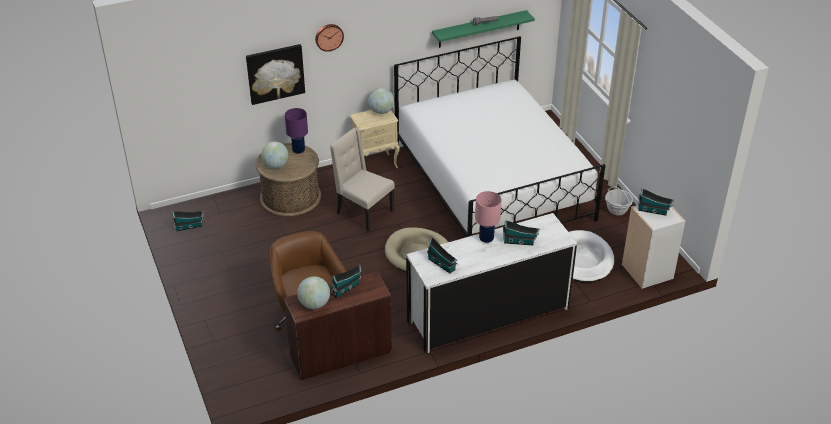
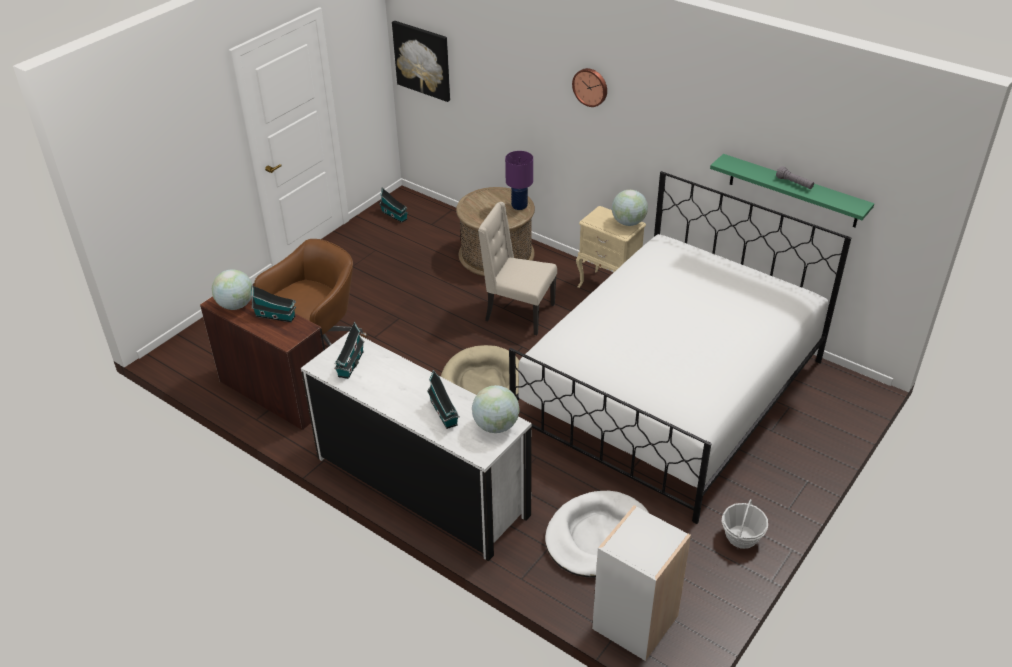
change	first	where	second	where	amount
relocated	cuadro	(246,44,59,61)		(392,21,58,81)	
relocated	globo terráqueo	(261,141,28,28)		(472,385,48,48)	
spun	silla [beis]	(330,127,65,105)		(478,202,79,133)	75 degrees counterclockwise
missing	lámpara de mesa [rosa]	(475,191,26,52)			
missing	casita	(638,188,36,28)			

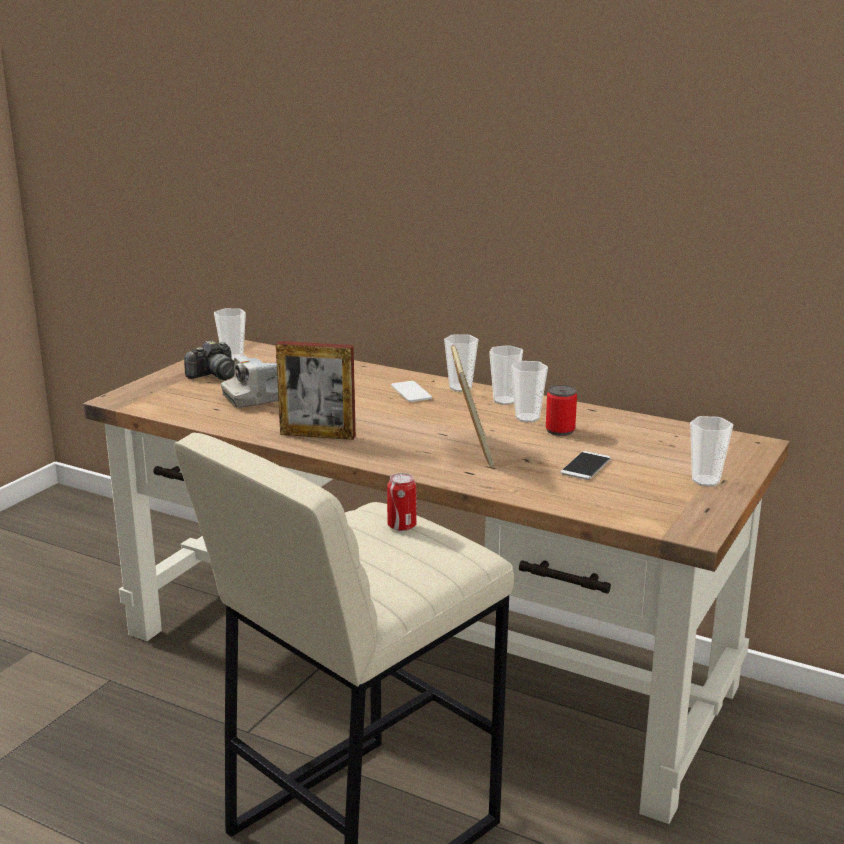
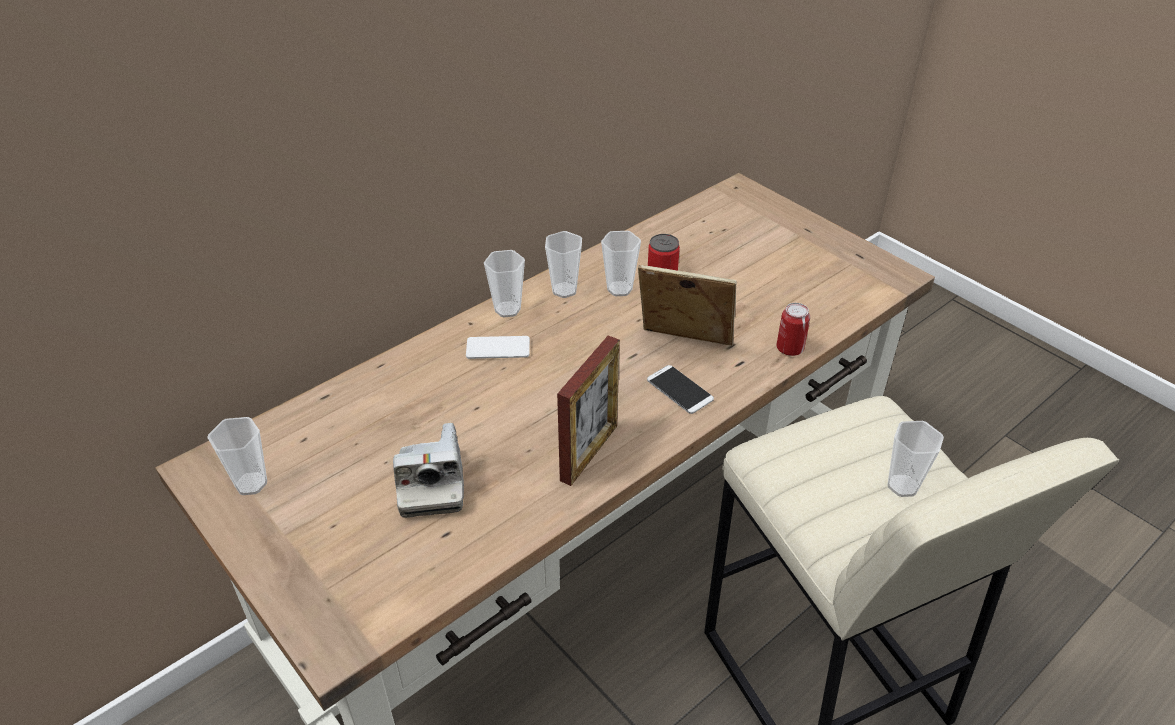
change	first	where	second	where	amount
missing	cámara	(184,340,51,40)			
relocated	lata	(387,473,30,58)		(776,303,34,53)	
relocated	móvil	(561,451,50,29)		(647,365,67,49)	
relocated	taza	(690,416,43,71)		(887,421,57,76)	

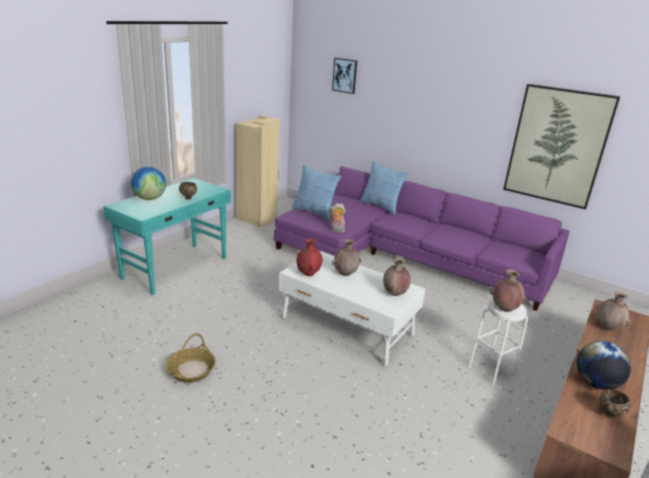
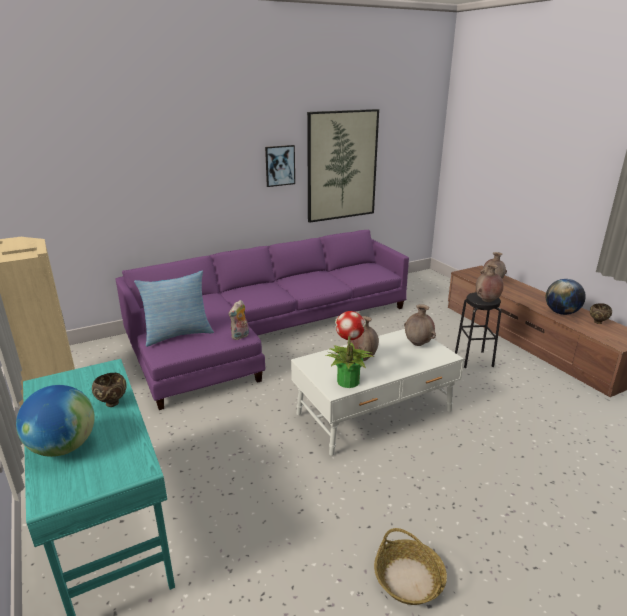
change	first	where	second	where	amount
exchanged	florero [rojo]	(297,239,26,37)	planta en maceta	(326,311,48,77)	
relocated	cuadro	(332,58,25,36)		(265,145,30,42)	
missing	cojín	(359,161,50,54)			
colour	taburete [blanco]	(468,299,60,86)	taburete [negro]	(455,292,46,76)	

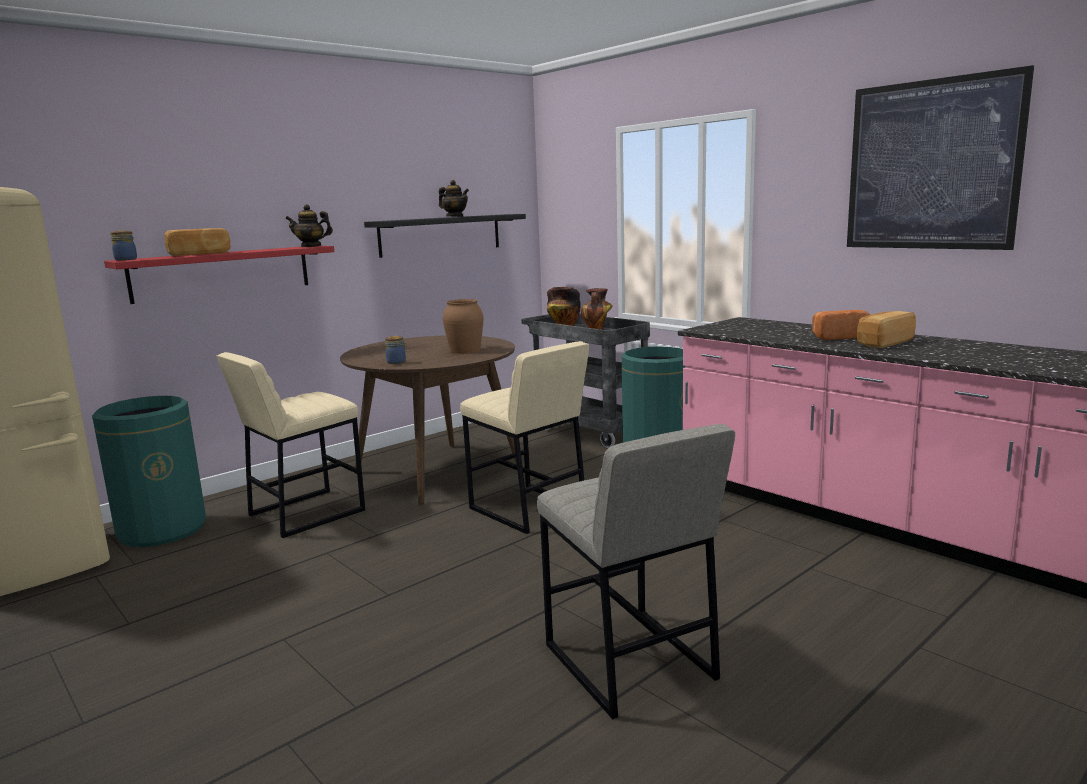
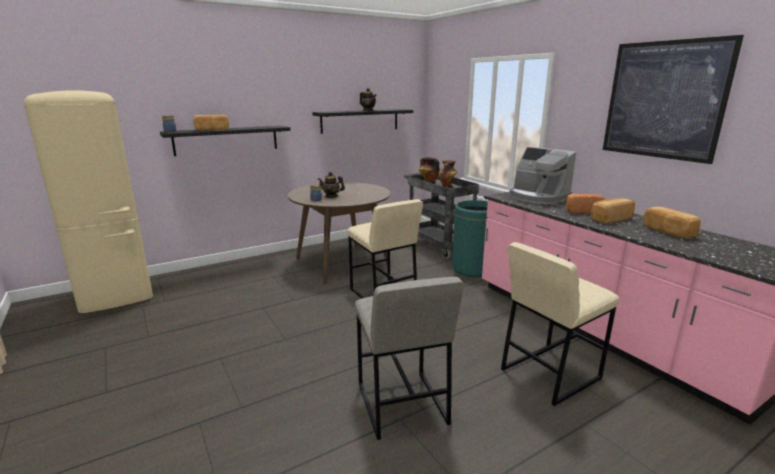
change	first	where	second	where	amount
missing	papelera [verde]	(92,396,114,151)			
colour	estante [rojo]	(104,246,231,58)	estante [negro]	(160,126,131,30)	
relocated	silla [beis]	(216,352,149,186)		(501,242,118,164)	
relocated	tetera	(286,204,47,43)		(318,172,27,26)	
missing	florero [marrón]	(443,299,41,55)			
appeared			cafetera	(510,147,66,57)	
appeared			pan	(643,206,58,32)	

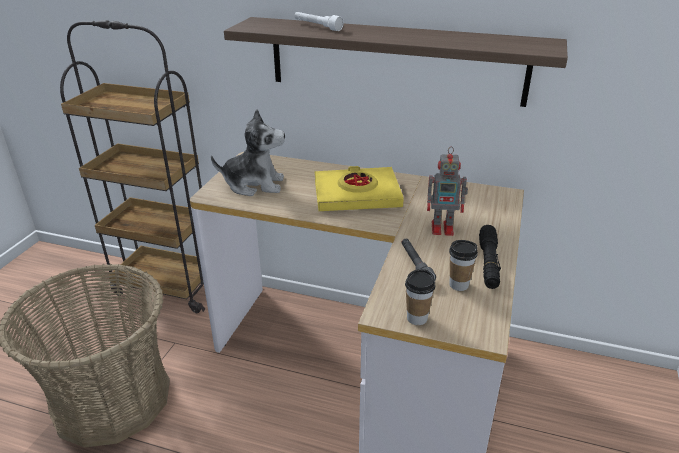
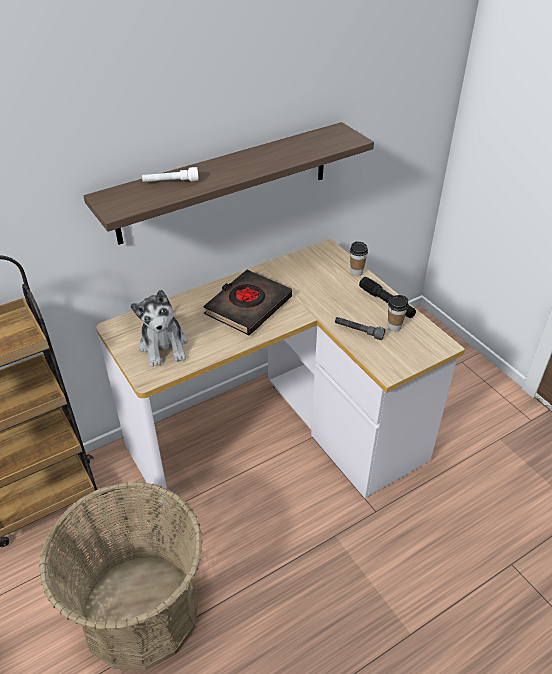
change	first	where	second	where	amount
spun	peluche	(211,109,74,87)		(130,289,58,78)	120 degrees clockwise
colour	libro [amarillo]	(315,166,89,45)	libro [negro]	(203,270,89,65)	
relocated	taza	(405,269,30,56)		(350,241,18,35)	
missing	robot de juguete	(427,146,41,90)			

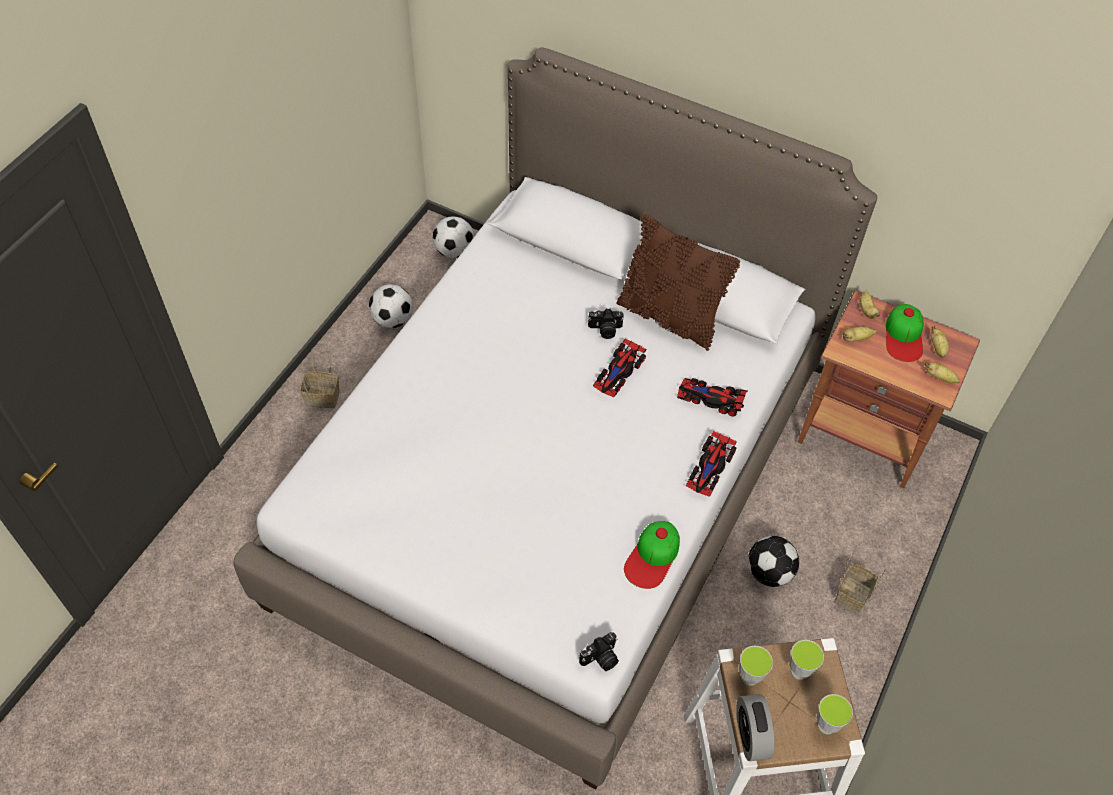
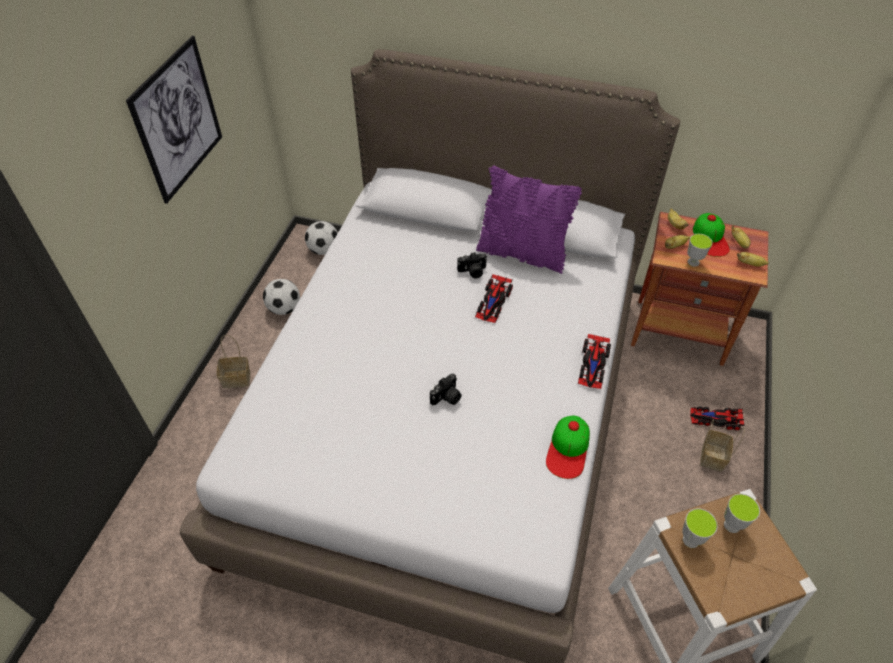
change	first	where	second	where	amount
relocated	cámara	(579,632,40,39)		(430,373,32,32)	
colour	cojín [marrón]	(617,214,123,137)	cojín [morado]	(476,165,106,109)	
relocated	coche de juguete	(677,378,70,38)		(690,406,55,24)	
missing	despertador	(736,694,38,67)			
missing	balón de fútbol	(748,536,51,51)			
relocated	taza	(817,694,36,40)		(687,234,26,33)	
appeared			cuadro	(126,36,96,168)	

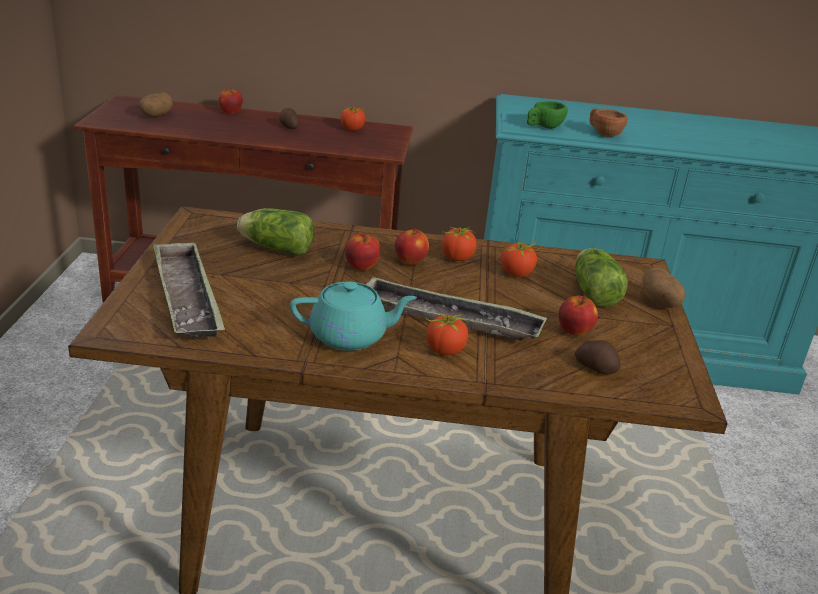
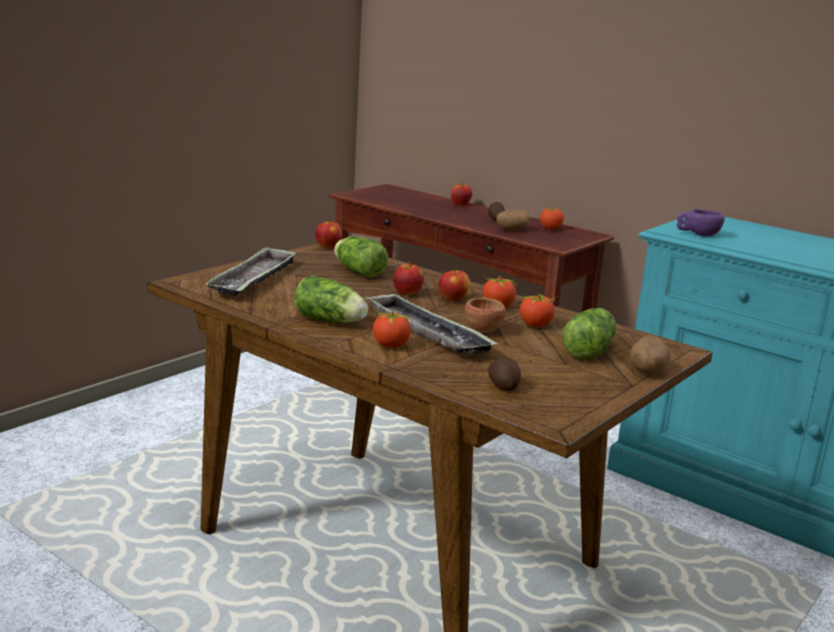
change	first	where	second	where	amount
relocated	patata	(139,92,34,25)		(496,210,34,21)	
exchanged	tetera [turquesa]	(290,281,127,70)	lechuga	(294,275,74,48)	
colour	taza [verde]	(527,101,41,28)	taza [morado]	(677,209,48,27)	
relocated	manzana	(559,296,39,40)		(315,219,27,29)	
relocated	taza [marrón]	(589,108,39,29)		(465,297,41,36)	

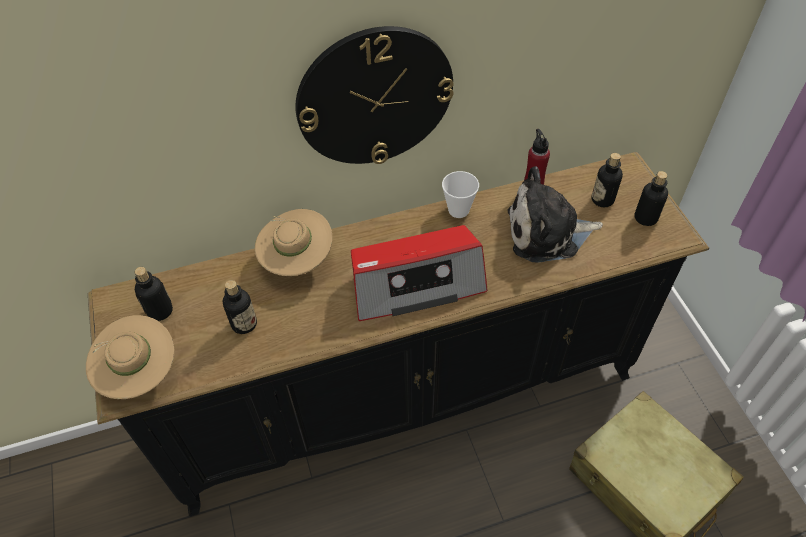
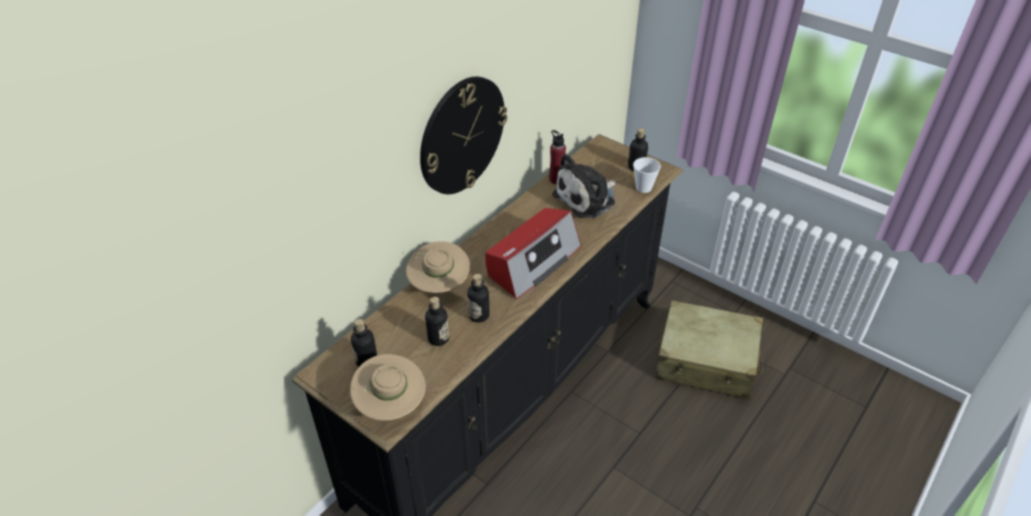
change	first	where	second	where	amount
relocated	taza	(442,171,37,47)		(633,157,28,36)	
relocated	botella	(591,153,32,54)		(467,274,23,49)	

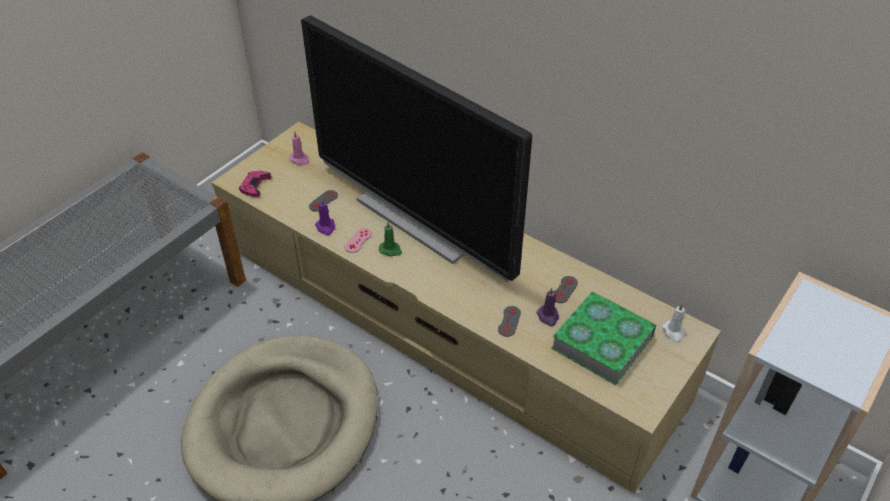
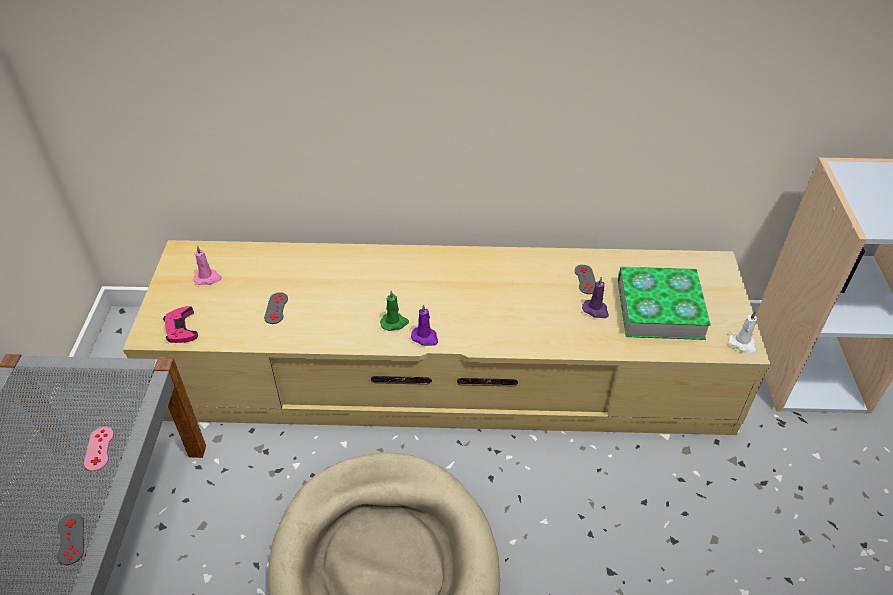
change	first	where	second	where	amount
missing	televisor	(301,15,231,267)			
relocated	vela [morado]	(315,199,20,36)		(411,304,27,42)	
relocated	mando de consola [rosa]	(345,228,27,25)		(84,427,30,44)	
relocated	mando de consola [gris]	(498,306,23,31)		(57,513,27,52)	
relocated	vela [blanco]	(662,304,23,39)		(729,311,28,43)	

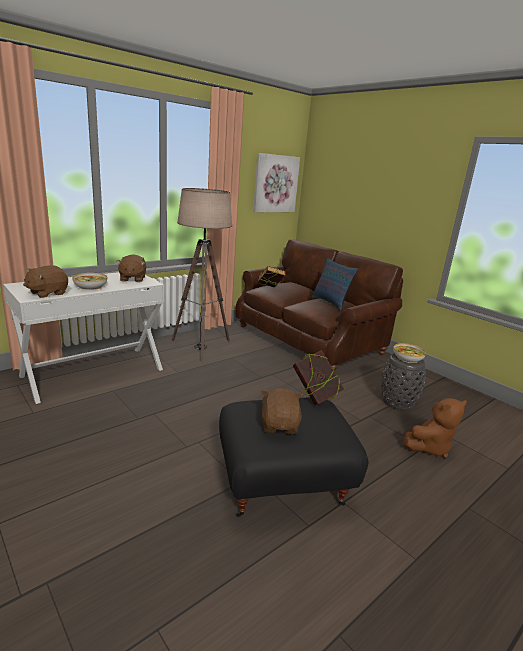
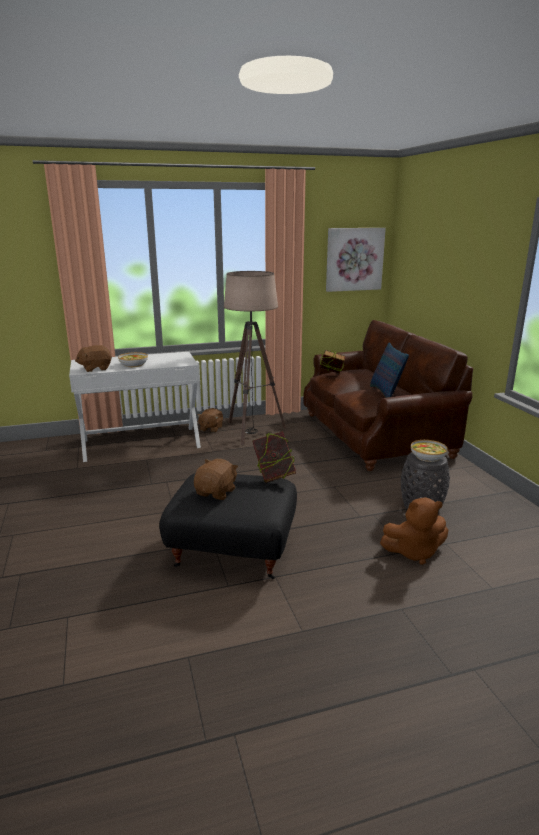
change	first	where	second	where	amount
relocated	peluche [marrón]	(116,254,30,28)		(197,408,26,24)	

